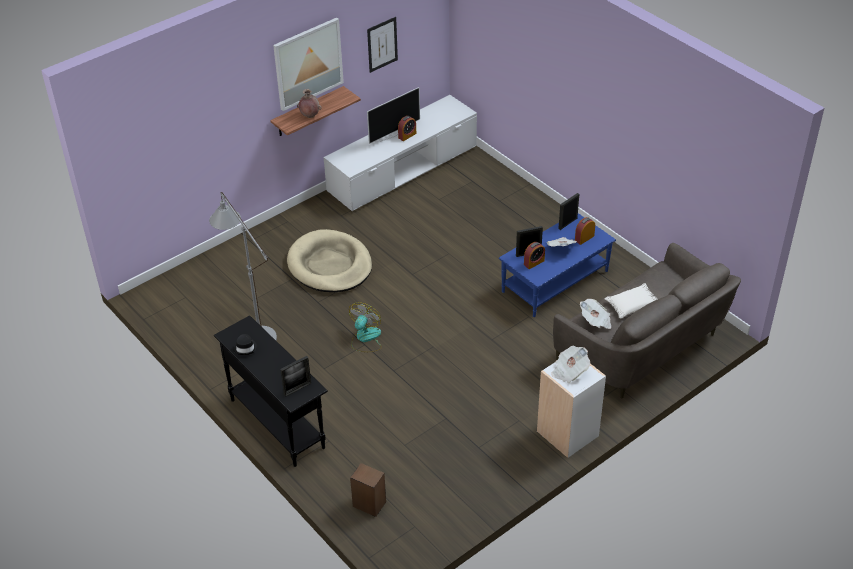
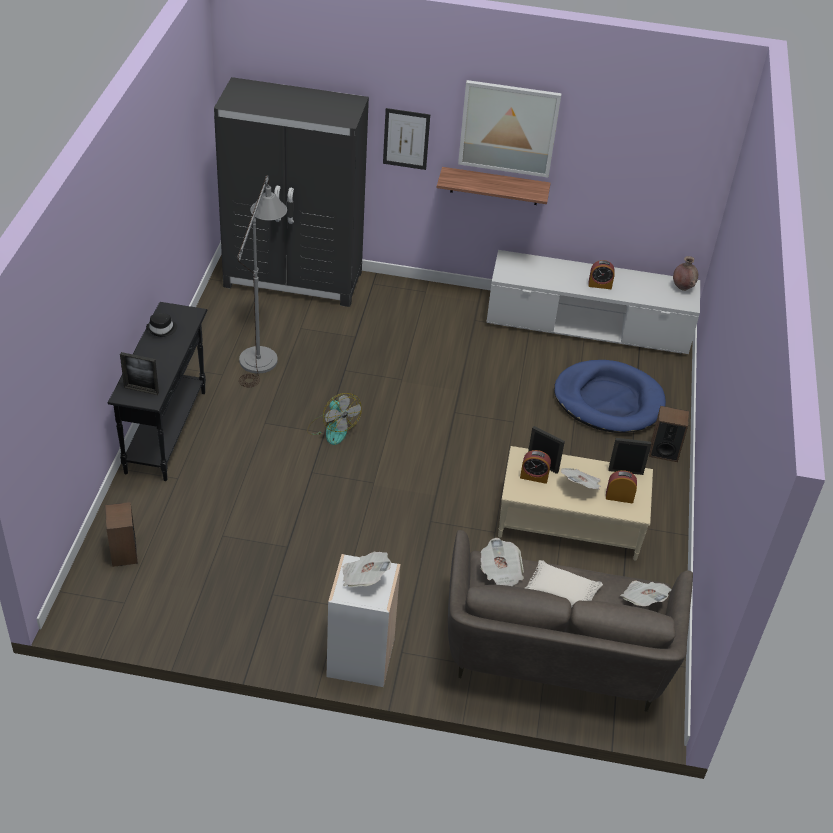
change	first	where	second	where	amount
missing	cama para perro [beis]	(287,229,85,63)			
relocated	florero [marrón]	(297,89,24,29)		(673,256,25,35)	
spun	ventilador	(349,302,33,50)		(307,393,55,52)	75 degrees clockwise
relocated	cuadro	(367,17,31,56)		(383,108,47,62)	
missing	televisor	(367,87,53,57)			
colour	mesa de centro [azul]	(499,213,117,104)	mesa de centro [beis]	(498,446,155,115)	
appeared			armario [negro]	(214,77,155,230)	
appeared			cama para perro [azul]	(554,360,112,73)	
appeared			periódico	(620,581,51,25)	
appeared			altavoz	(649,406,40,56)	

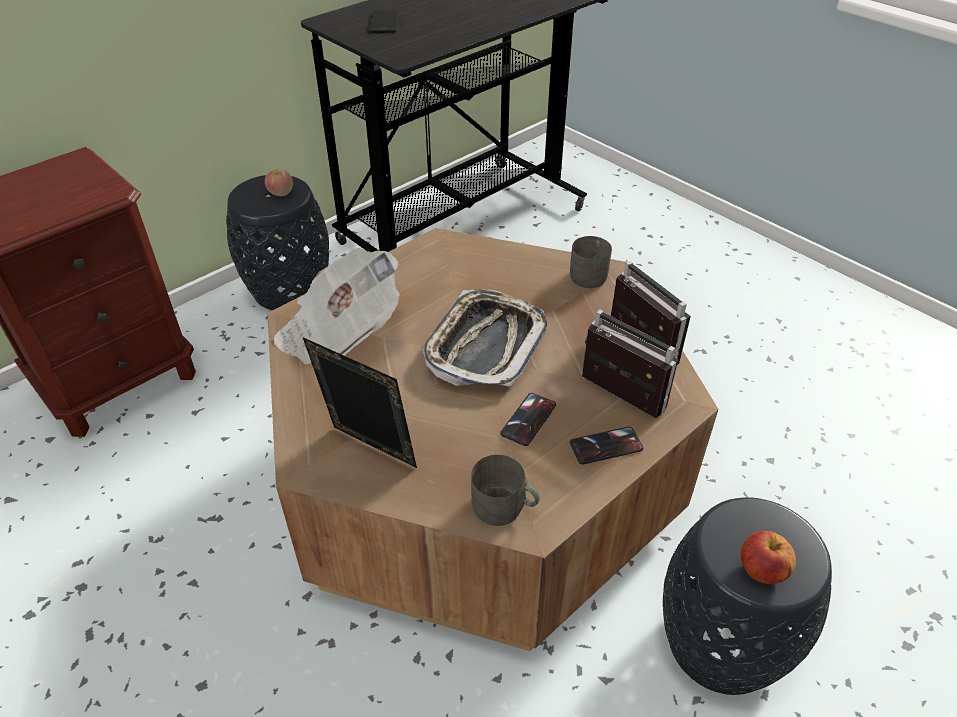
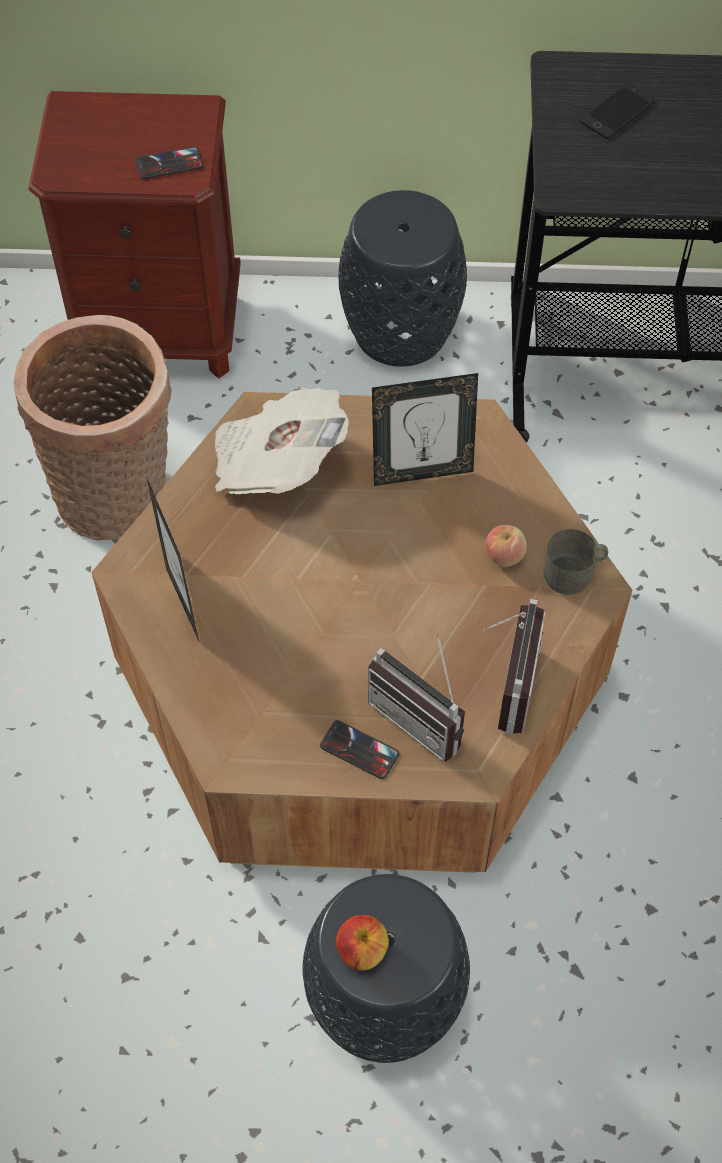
change	first	where	second	where	amount
relocated	manzana	(265,169,28,27)		(485,525,42,42)	
missing	bandeja	(423,289,124,98)			
missing	taza grande [gris]	(471,455,69,71)			
relocated	móvil	(500,393,56,53)		(136,147,67,32)	
spun	radio	(582,310,96,108)		(368,631,97,131)	135 degrees clockwise
appeared			cesta	(14,315,158,225)	
appeared			portarretratos	(372,373,106,113)	

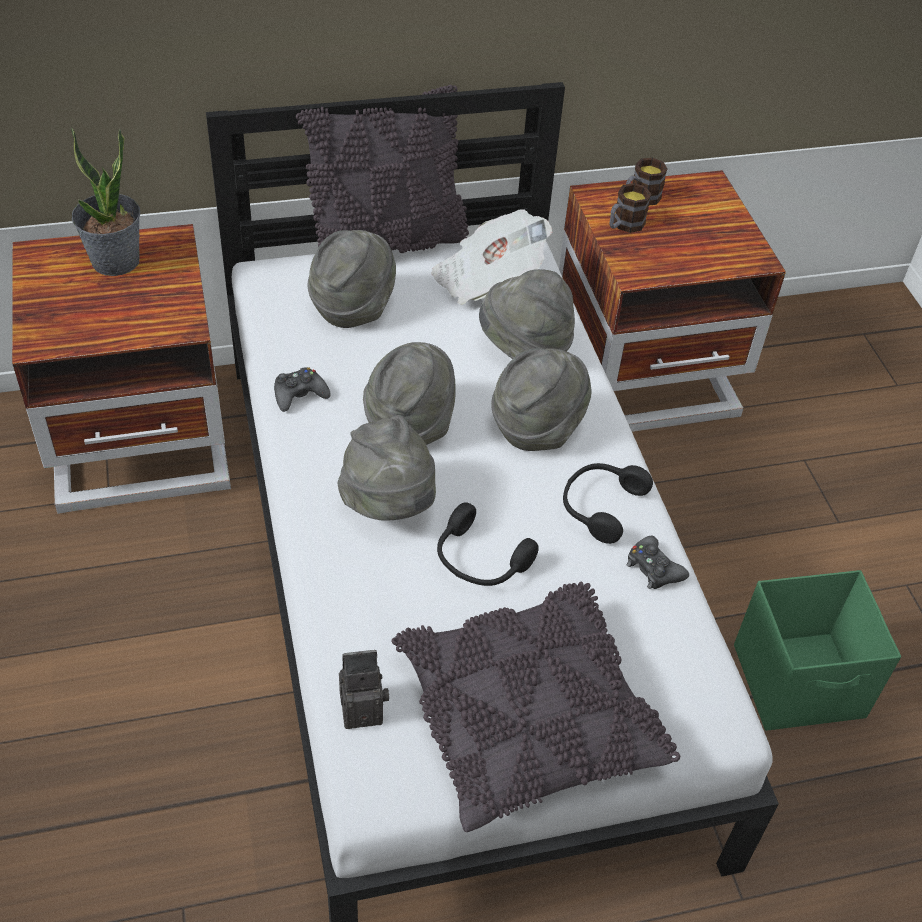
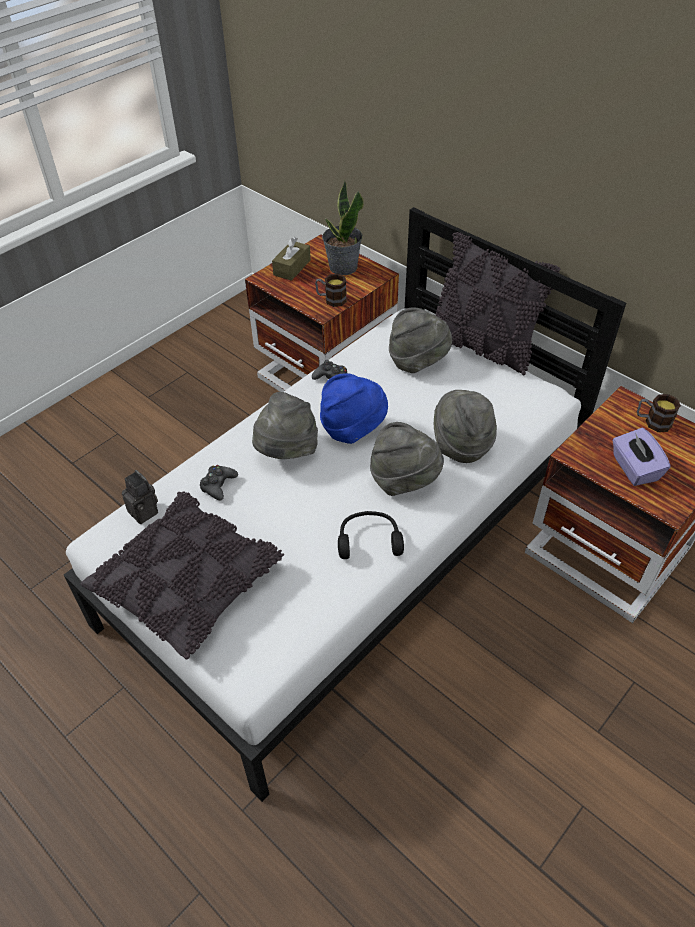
change	first	where	second	where	amount
colour	sombrero [gris]	(363,342,93,103)	sombrero [azul]	(320,373,68,71)	
missing	periódico	(431,210,122,95)			
missing	auriculares [negro]	(437,502,102,84)			
relocated	taza grande	(609,183,42,50)		(315,274,32,33)	
relocated	mando de consola [negro]	(627,536,62,53)		(200,465,38,36)	
missing	caja de almacenaje [verde]	(734,570,167,161)			
appeared			caja de pañuelos [marrón]	(272,237,39,44)	
appeared			caja de pañuelos [morado]	(612,428,59,58)	

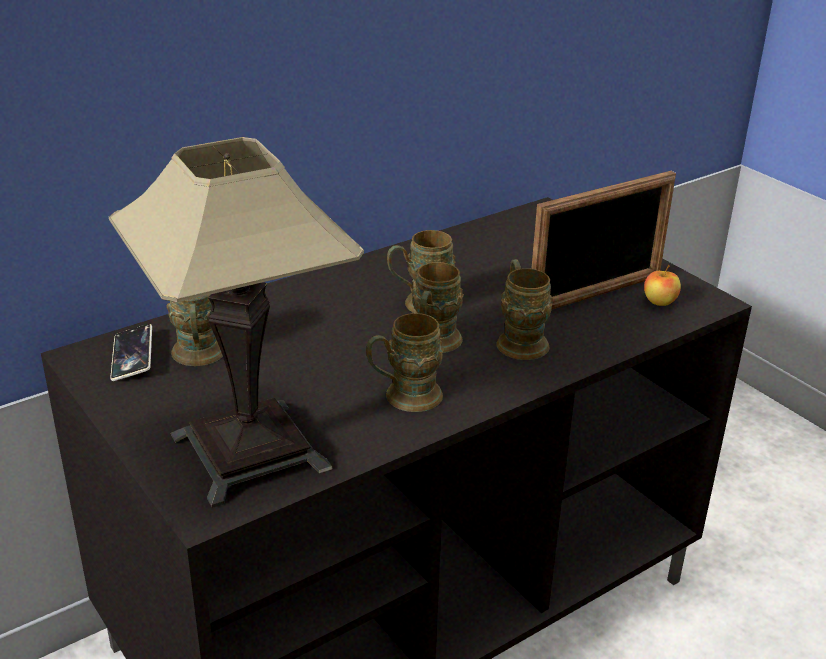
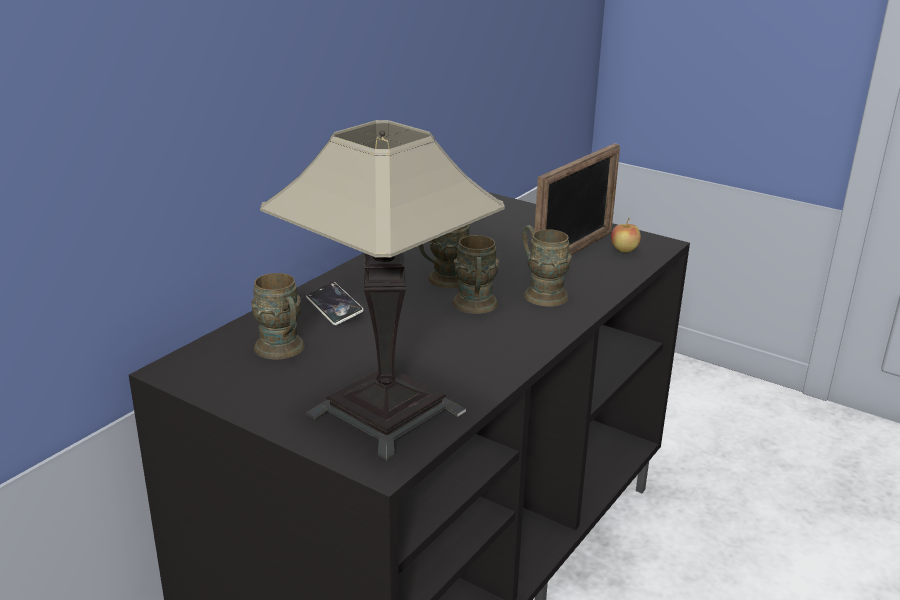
change	first	where	second	where	amount
relocated	móvil	(110,324,42,57)		(306,282,58,43)	
missing	taza grande [marrón]	(366,313,78,99)			

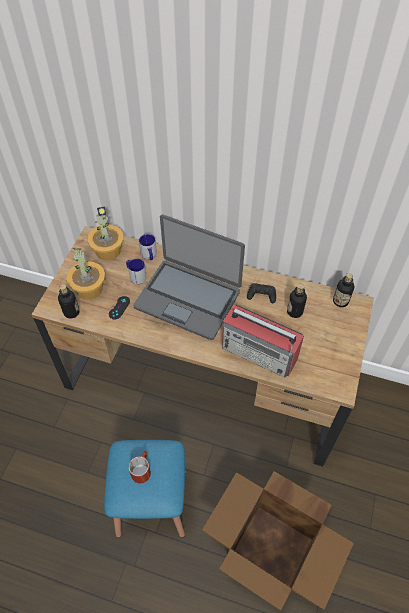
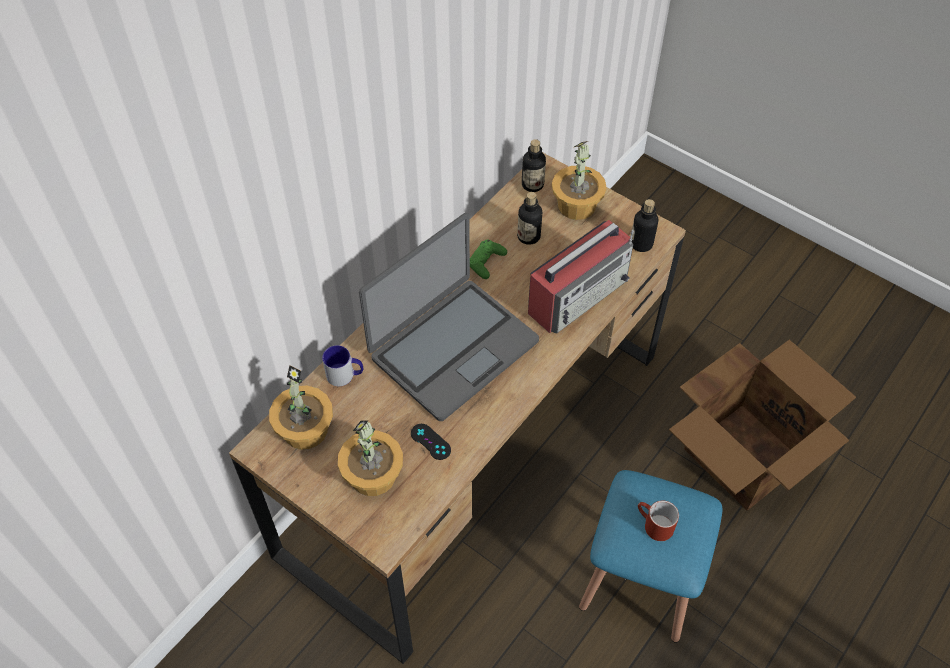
change	first	where	second	where	amount
relocated	botella	(58,284,22,34)		(632,199,26,53)	
missing	taza grande	(126,259,21,25)			
colour	mando de consola [negro]	(247,283,29,20)	mando de consola [verde]	(470,240,37,39)	
appeared			planta en maceta	(552,141,55,79)	

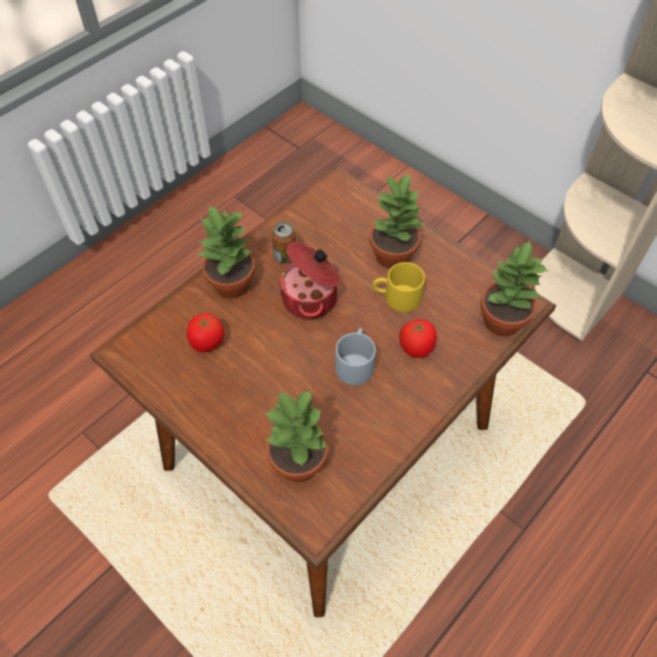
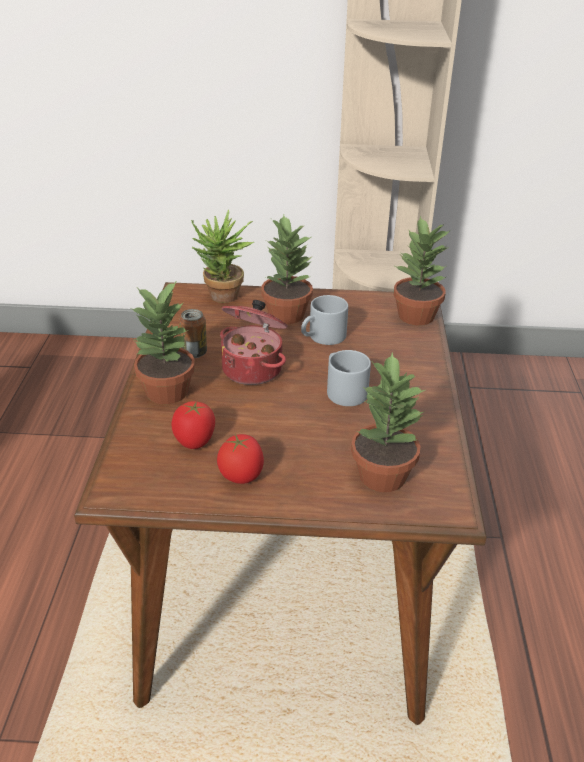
change	first	where	second	where	amount
colour	taza grande [amarillo]	(372,262,53,50)	taza grande [gris]	(301,295,47,50)	
relocated	tomate	(399,319,38,39)		(217,434,47,50)	
appeared			planta en maceta	(191,210,63,93)	

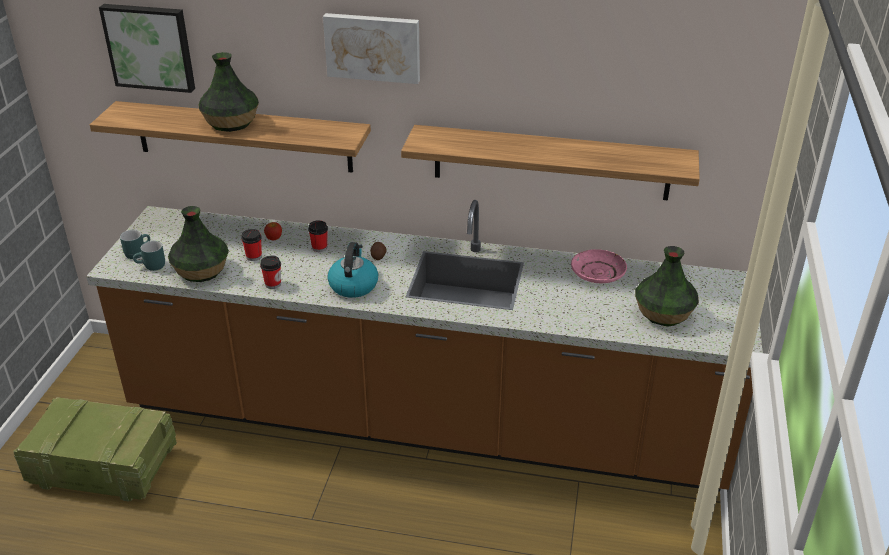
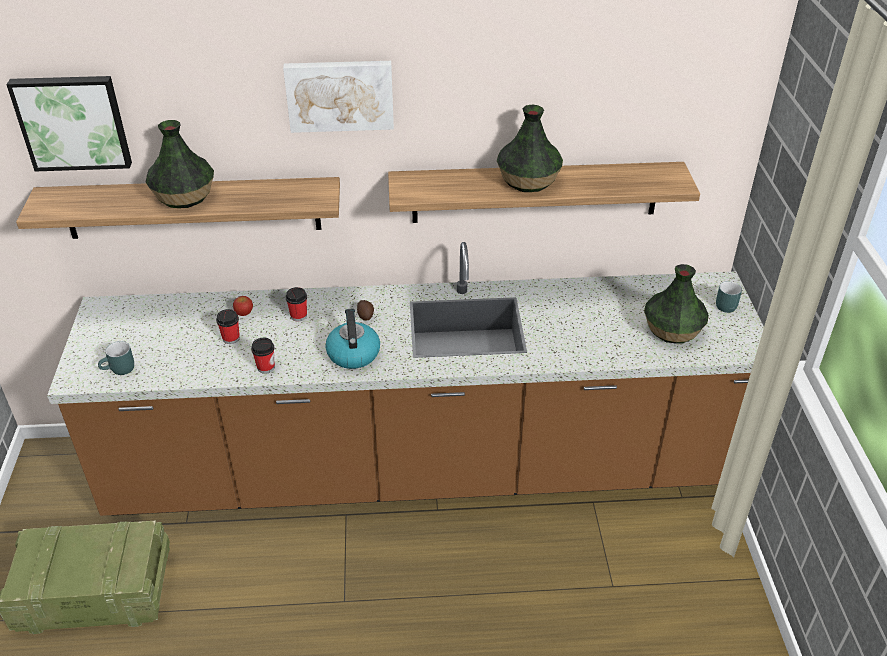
change	first	where	second	where	amount
relocated	taza grande [turquesa]	(120,230,30,29)		(716,281,26,32)	
relocated	florero	(168,206,61,76)		(497,105,66,87)	
missing	plato [rosa]	(571,249,56,34)			

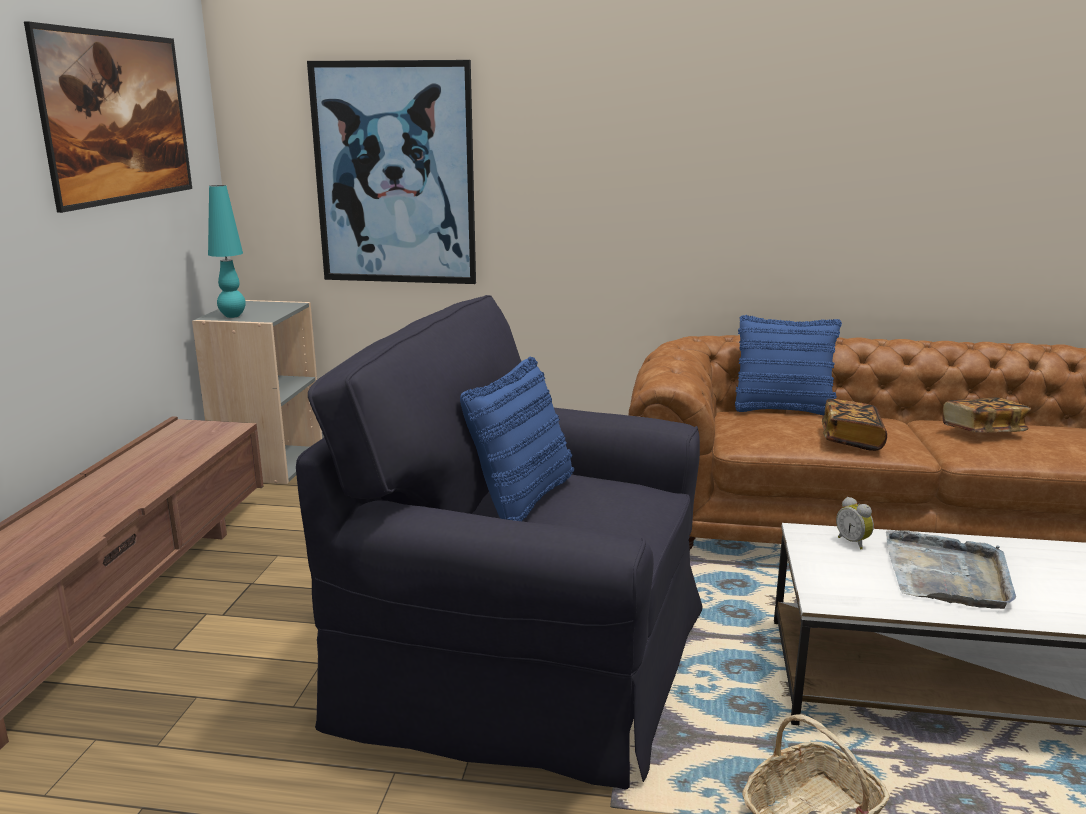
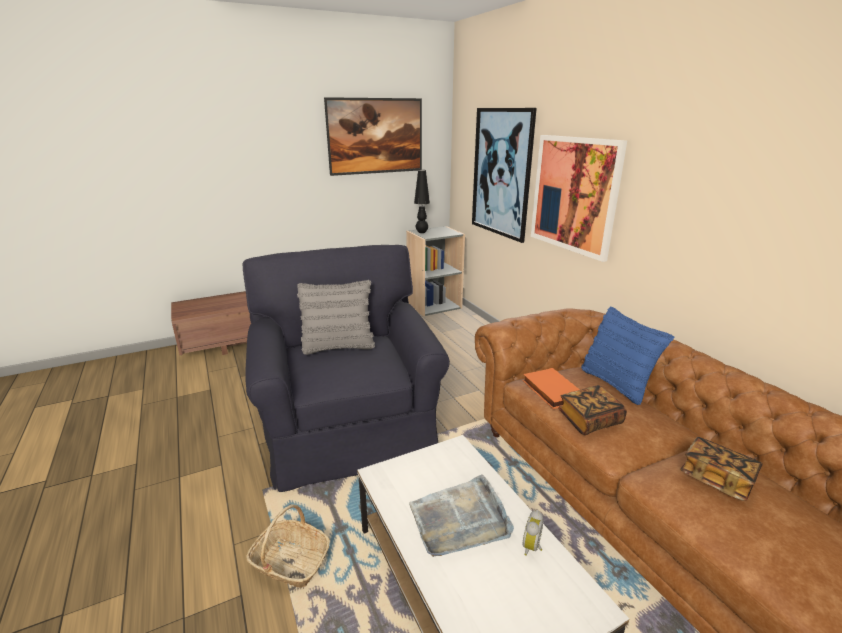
change	first	where	second	where	amount
colour	lámpara de mesa [turquesa]	(208,185,38,133)	lámpara de mesa [negro]	(414,170,16,63)	
colour	cojín [azul]	(460,357,114,164)	cojín [gris]	(297,280,78,75)	
relocated	despertador	(836,497,38,53)		(523,510,20,46)	
appeared			libro [naranja]	(523,368,57,41)	
appeared			cuadro	(531,135,96,127)	

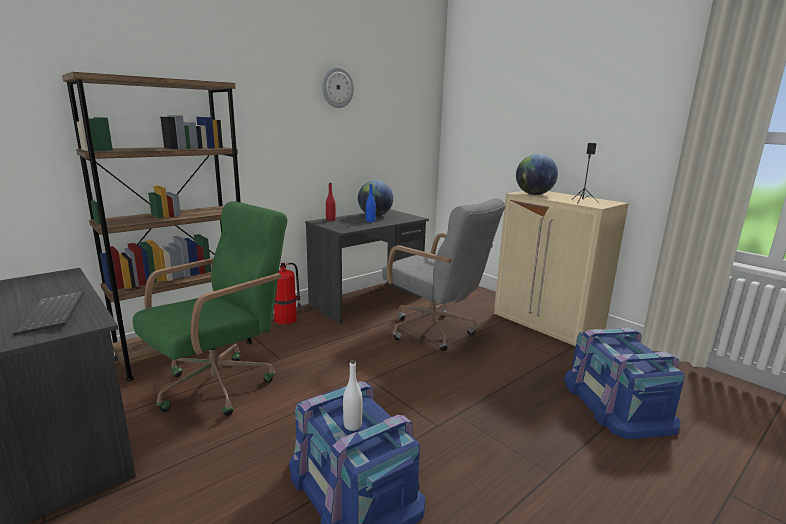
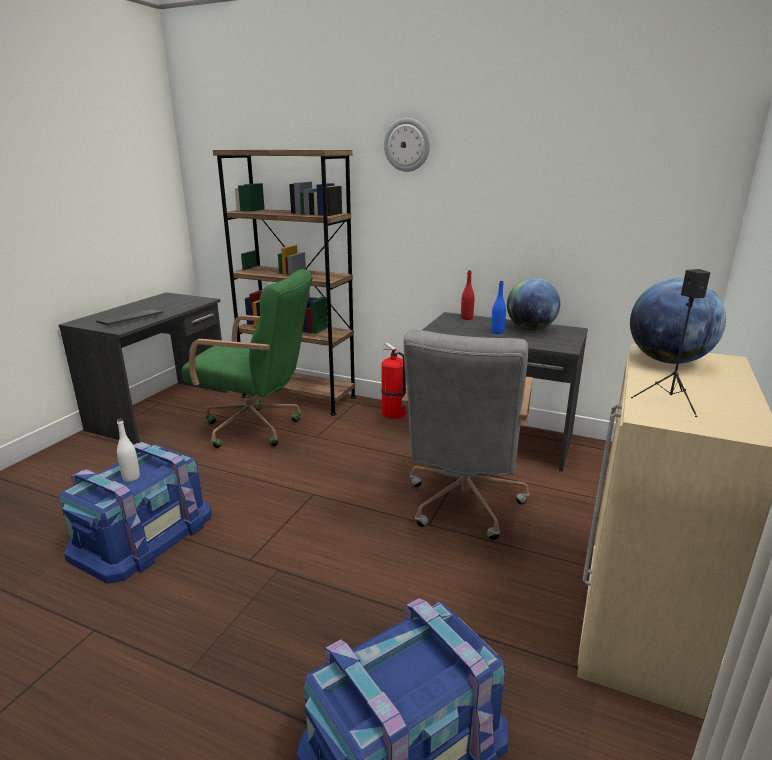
change	first	where	second	where	amount
relocated	reloj de pared	(322,67,32,41)		(384,118,46,54)	

